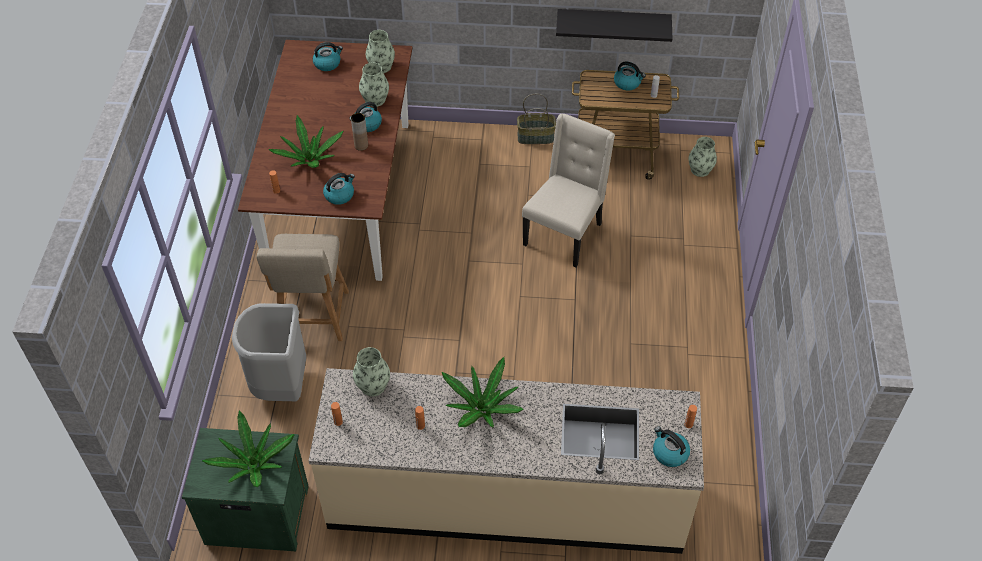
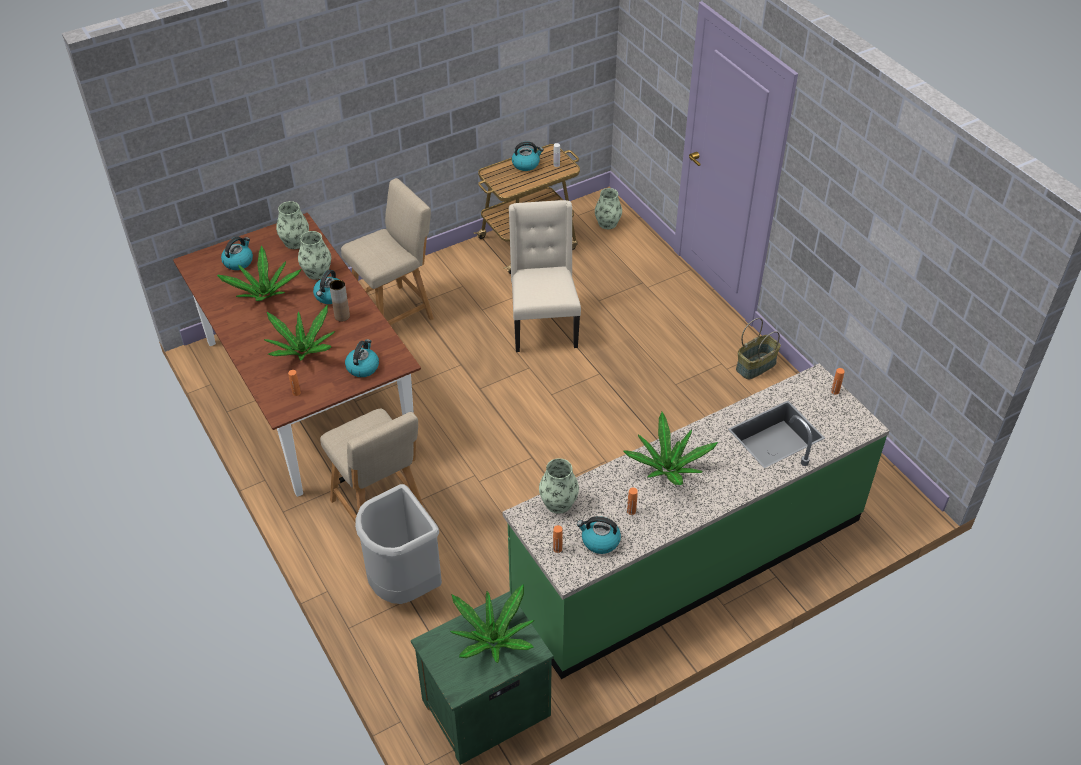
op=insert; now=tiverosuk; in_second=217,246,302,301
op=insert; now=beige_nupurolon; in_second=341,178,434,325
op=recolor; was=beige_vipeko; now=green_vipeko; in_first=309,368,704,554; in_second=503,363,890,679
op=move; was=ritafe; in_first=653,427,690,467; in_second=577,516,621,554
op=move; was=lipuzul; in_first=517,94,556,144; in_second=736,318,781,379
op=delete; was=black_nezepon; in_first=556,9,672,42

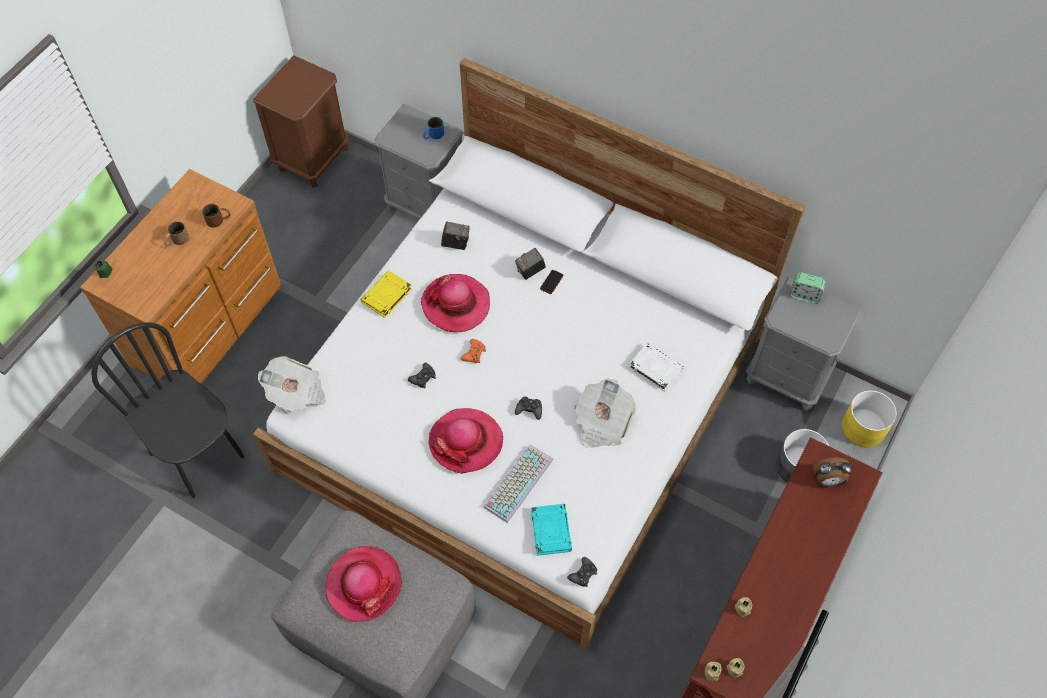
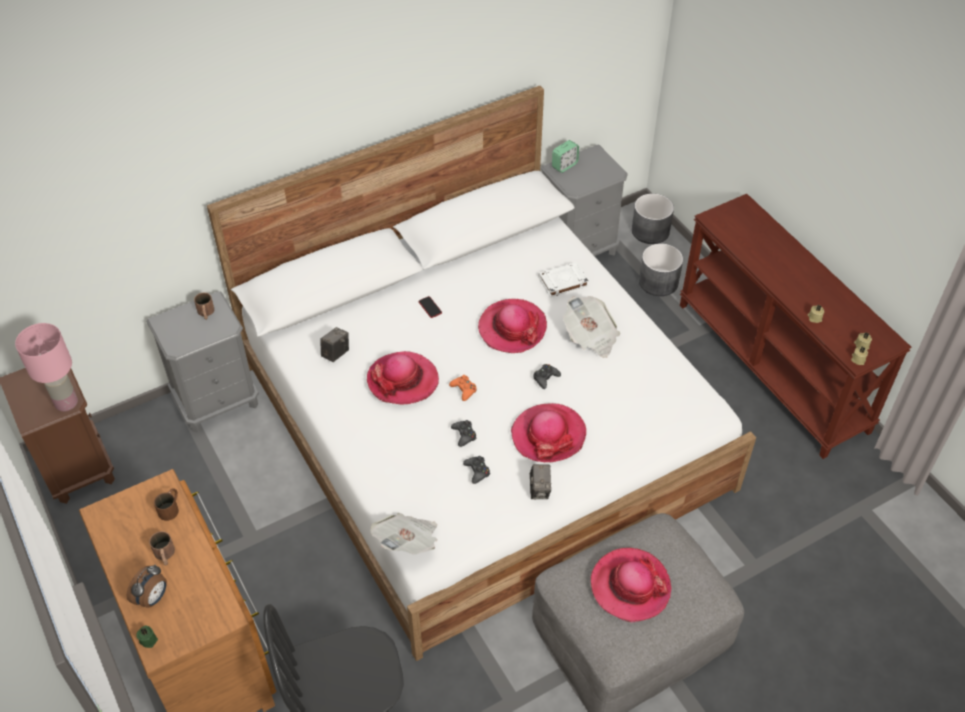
op=insert; now=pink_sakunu; in_second=15,323,78,411
op=move; was=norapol; in_first=813,457,852,487; in_second=127,565,167,608
op=recolor; was=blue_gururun; now=brown_gururun; in_first=423,117,444,139; in_second=194,293,214,320
op=move; was=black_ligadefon; in_first=567,557,597,587; in_second=463,456,490,484
op=insert; now=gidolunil; in_second=478,299,547,353
op=move; was=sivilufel; in_first=515,248,546,280; in_second=530,464,551,500
op=recolor; was=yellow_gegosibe; now=grey_gegosibe; in_first=842,390,897,448; in_second=632,193,674,244
op=delete; was=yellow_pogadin; in_first=361,270,412,318
op=delete; was=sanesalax; in_first=483,445,553,523
op=delete; was=turquoise_pogadin; in_first=531,504,572,556

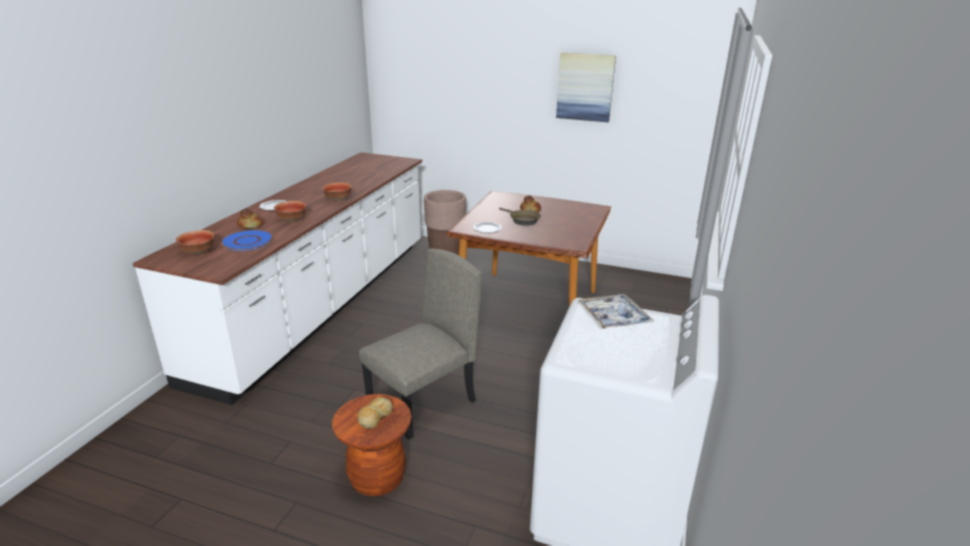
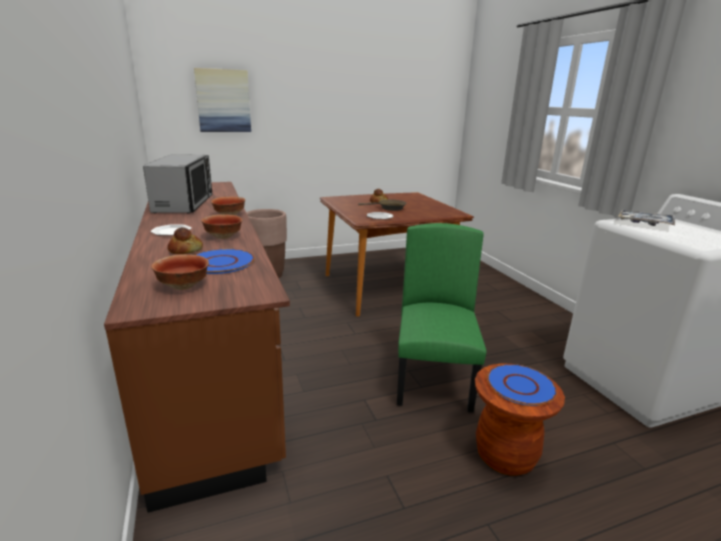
op=recolor; was=white_vipeko; now=brown_vipeko; in_first=133,152,422,405; in_second=104,182,290,513
op=insert; now=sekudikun; in_second=143,154,213,213
op=move; was=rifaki; in_first=556,53,616,122; in_second=194,68,251,132
op=recolor; was=beige_nupurolon; now=green_nupurolon; in_first=359,248,482,440; in_second=397,223,486,413
op=replace; was=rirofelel; now=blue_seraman; in_first=358,397,393,429; in_second=487,364,557,406

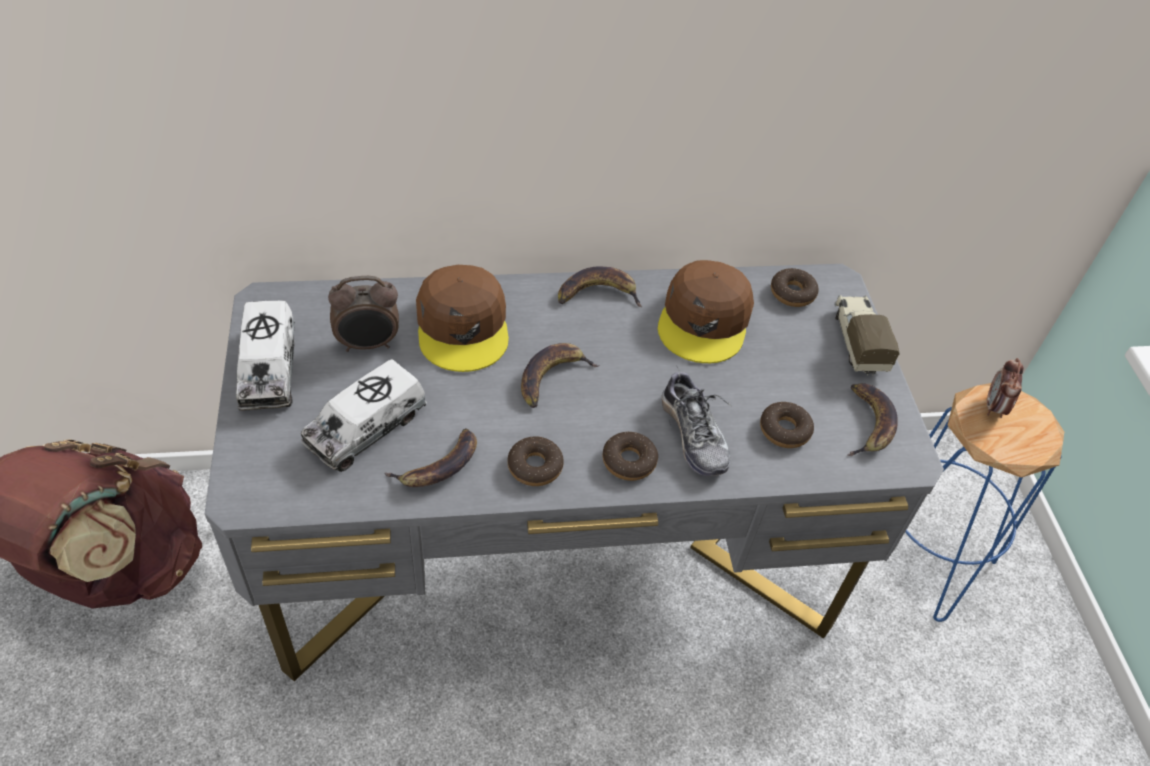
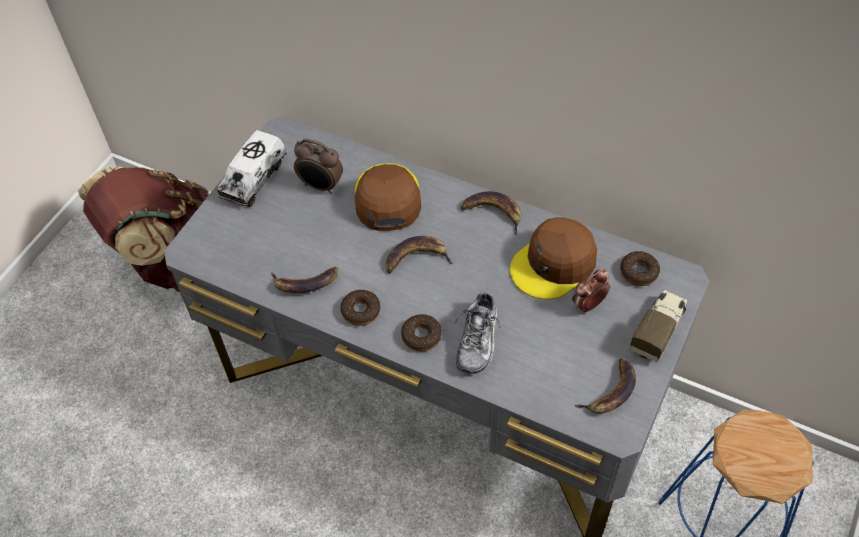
op=rotate; was=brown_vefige; in_first=416,265,509,372; in_second=355,163,421,231; clockwise=150
op=move; was=norapol; in_first=987,358,1024,418; in_second=572,269,610,314
op=delete; was=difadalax; in_first=301,359,427,472
op=delete; was=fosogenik; in_first=760,402,814,448

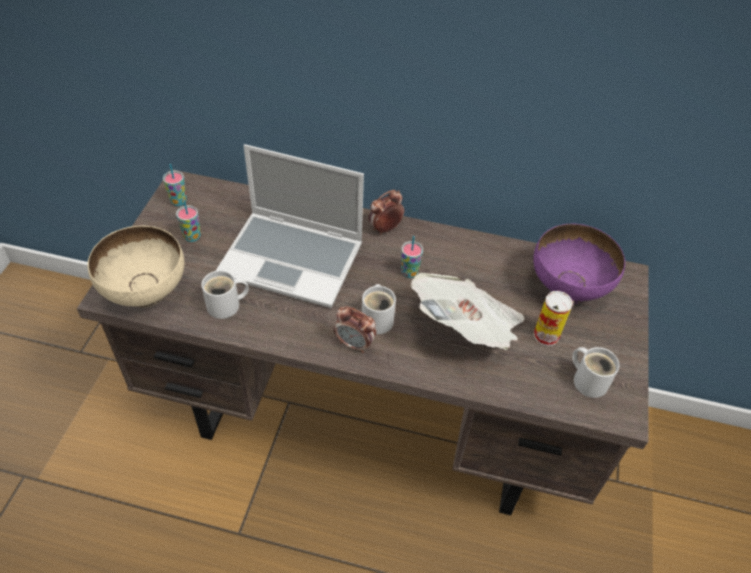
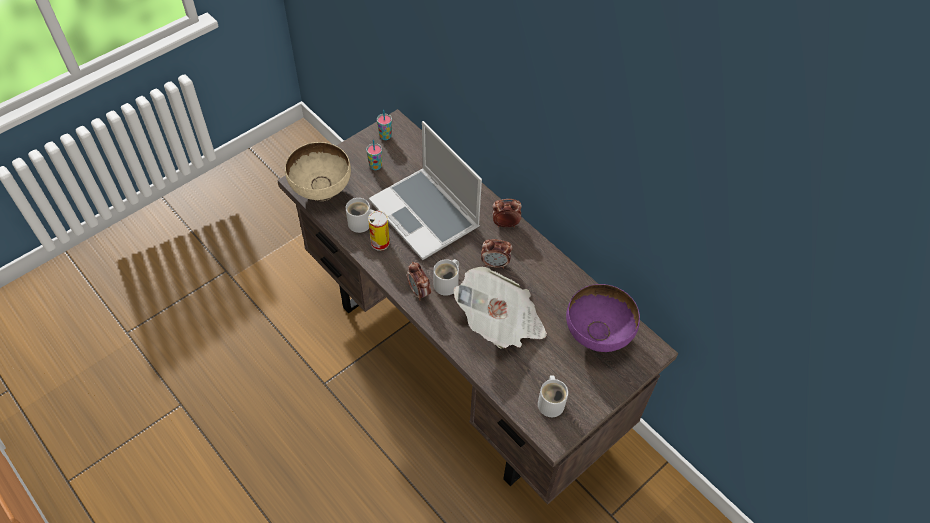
op=move; was=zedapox; in_first=533,291,573,346; in_second=368,210,390,251
op=replace; was=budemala; now=norapol; in_first=401,236,423,278; in_second=481,239,512,268

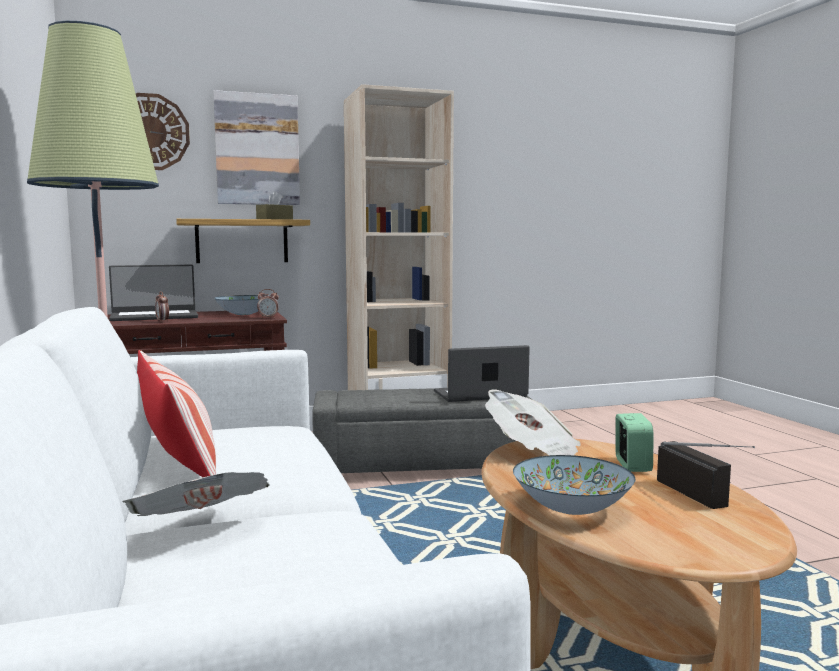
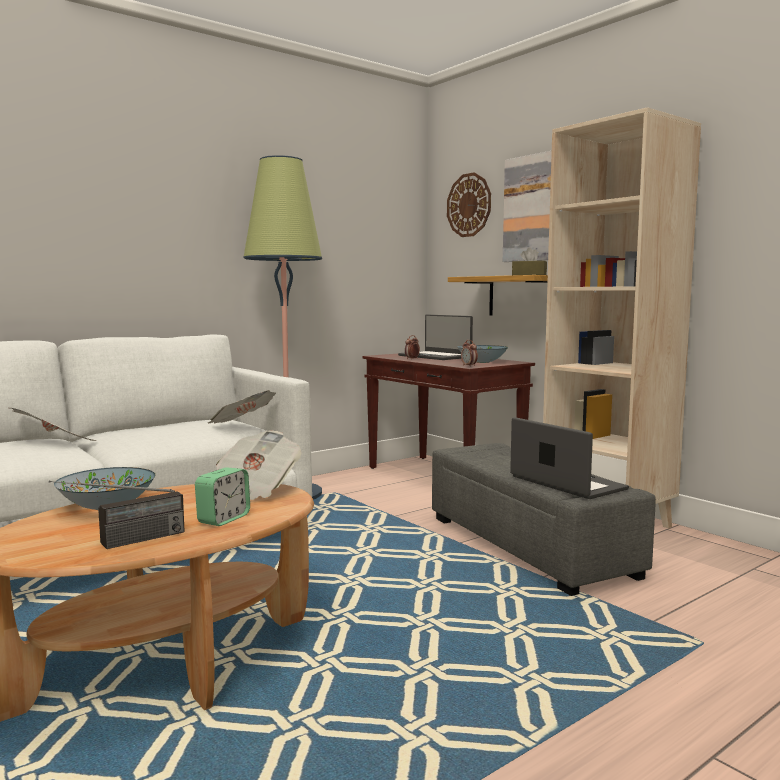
op=rotate; was=norapol; in_first=616,413,653,472; in_second=195,467,250,526; clockwise=-45
op=insert; now=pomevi; in_second=208,390,276,423
op=delete; was=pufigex; in_first=137,350,216,477

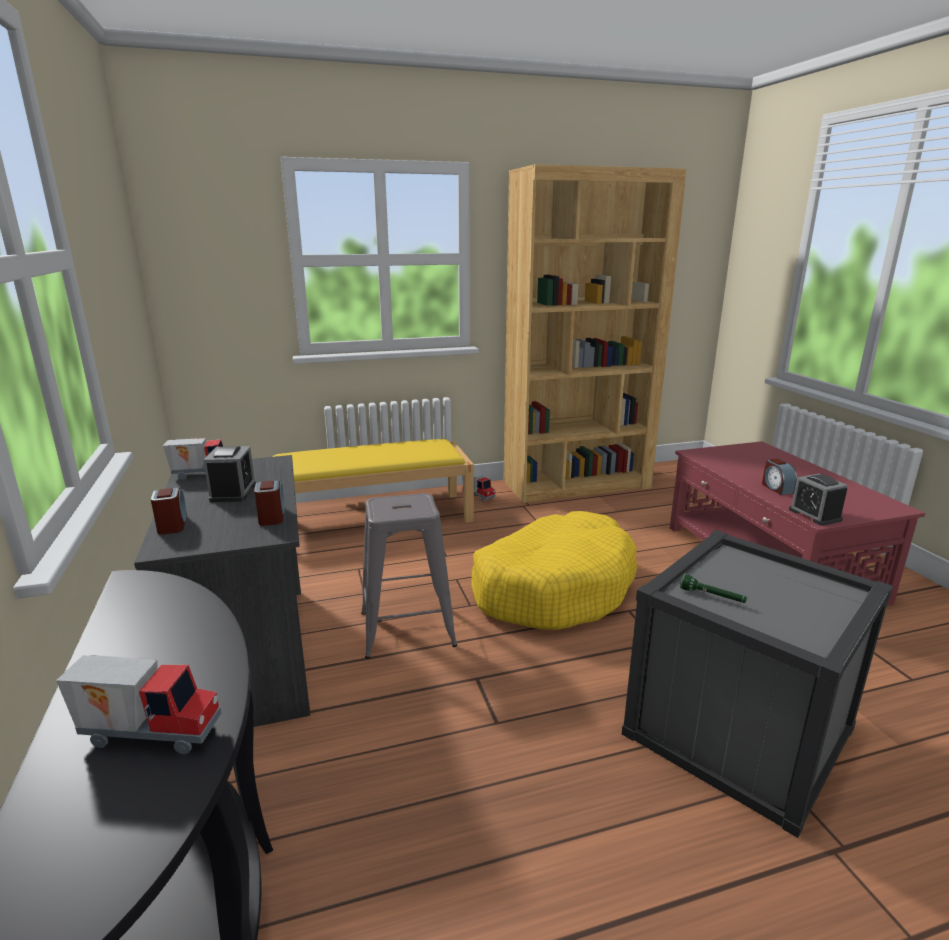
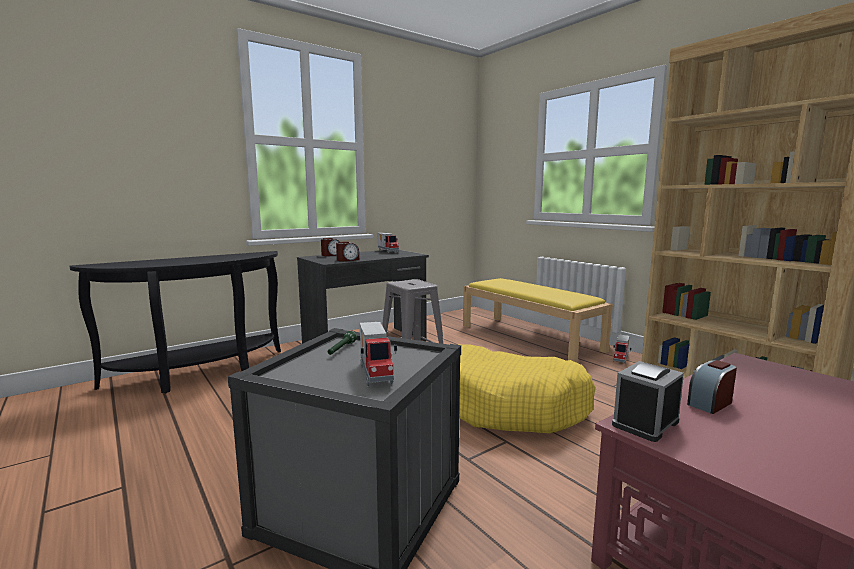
op=move; was=difadalax; in_first=56,655,222,754; in_second=360,322,397,386
op=delete; was=norapol; in_first=203,446,256,502

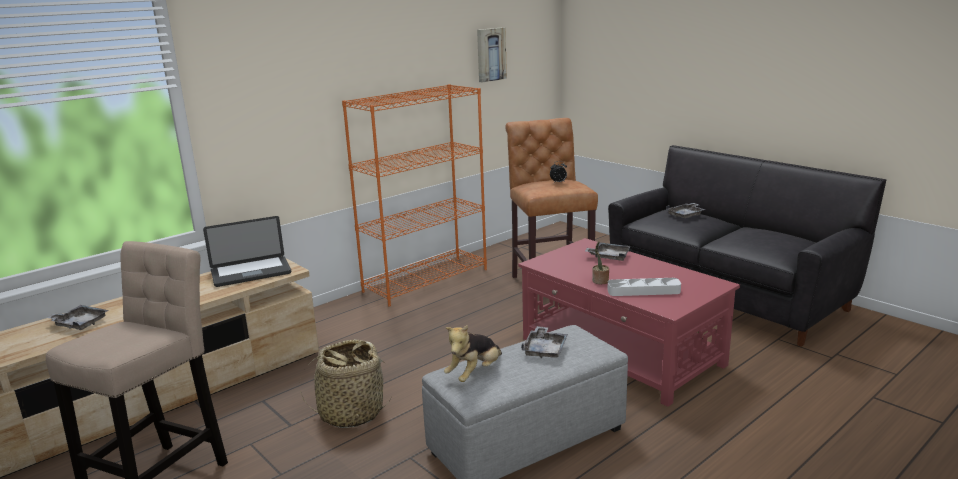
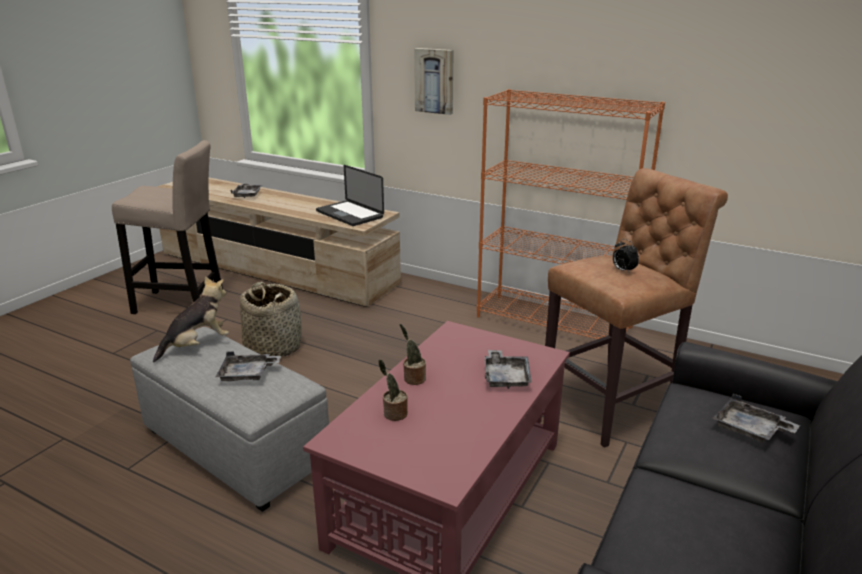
op=rotate; was=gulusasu; in_first=444,325,502,382; in_second=153,276,229,363; clockwise=120
op=replace; was=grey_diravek; now=tiverosuk; in_first=608,278,681,296; in_second=378,359,408,421
op=move; was=rifaki; in_first=477,27,507,82; in_second=414,48,454,115

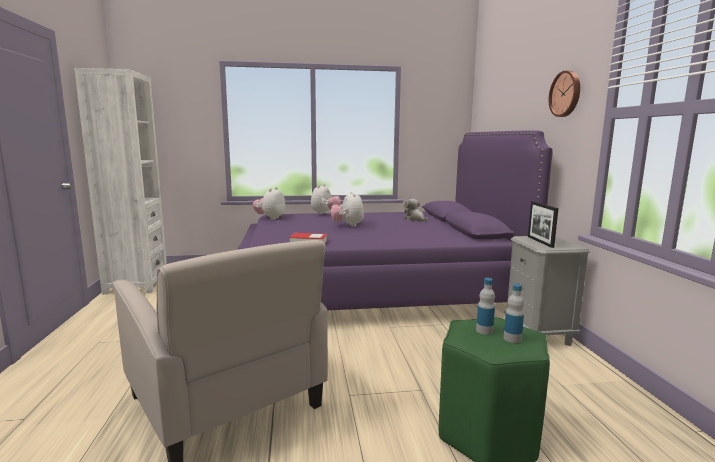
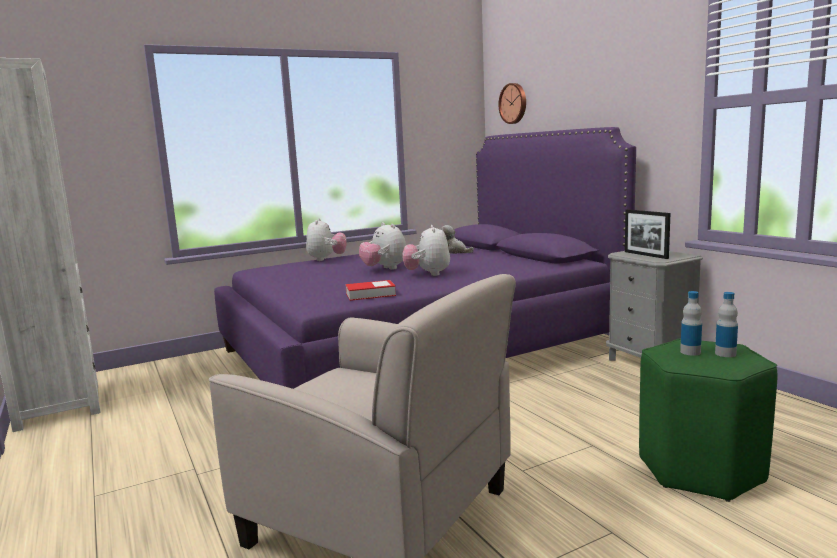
op=move; was=gulusasu; in_first=253,187,286,220; in_second=402,225,450,276
op=move; was=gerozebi; in_first=549,71,580,117; in_second=498,83,526,124

